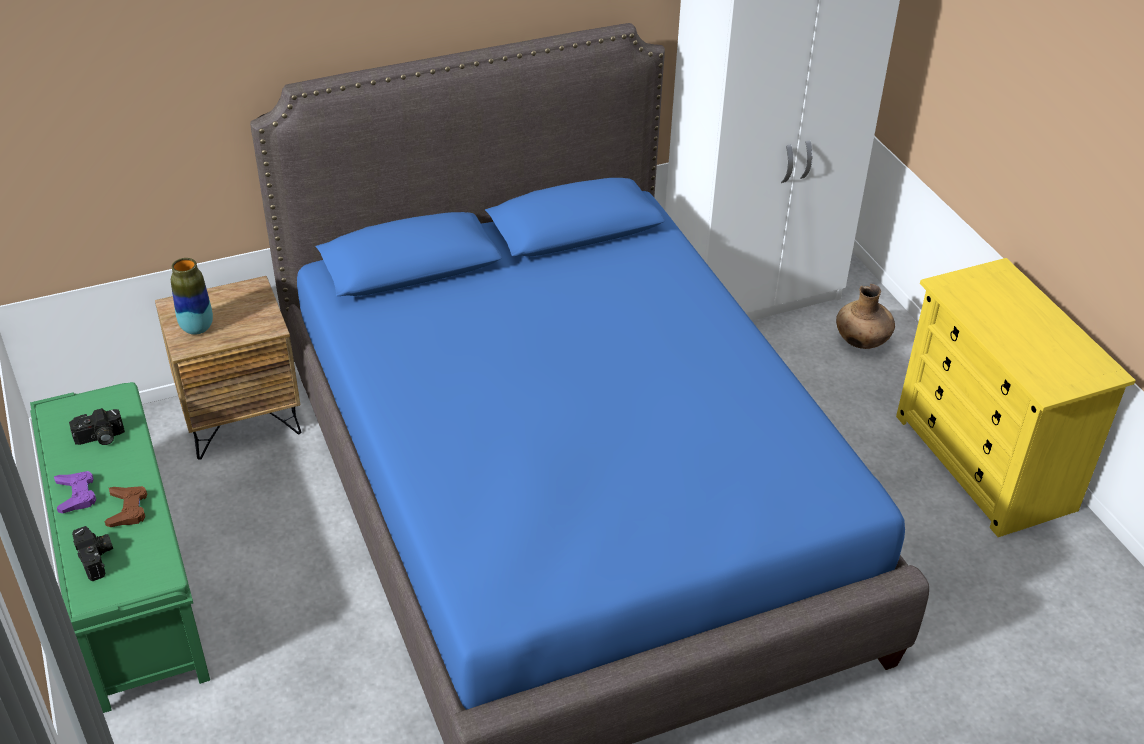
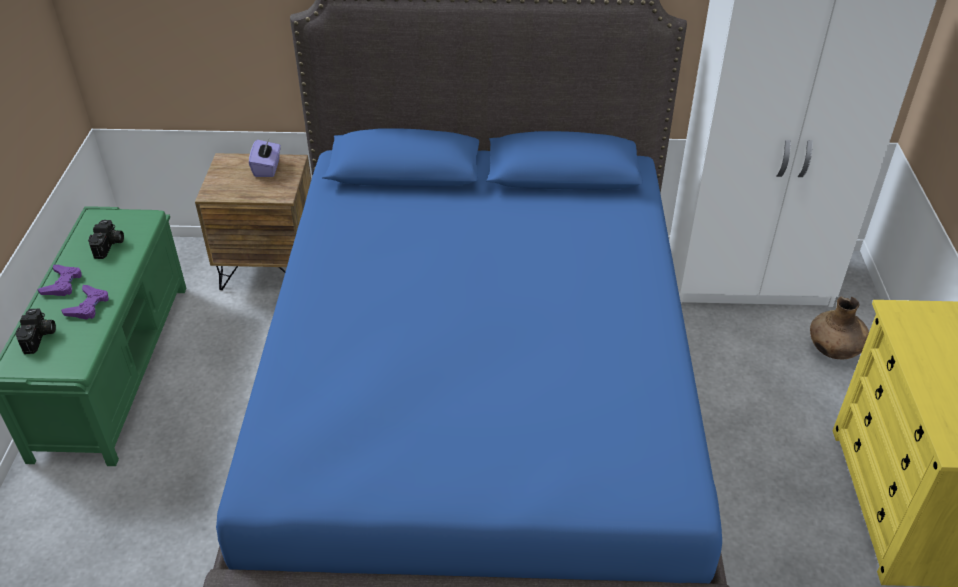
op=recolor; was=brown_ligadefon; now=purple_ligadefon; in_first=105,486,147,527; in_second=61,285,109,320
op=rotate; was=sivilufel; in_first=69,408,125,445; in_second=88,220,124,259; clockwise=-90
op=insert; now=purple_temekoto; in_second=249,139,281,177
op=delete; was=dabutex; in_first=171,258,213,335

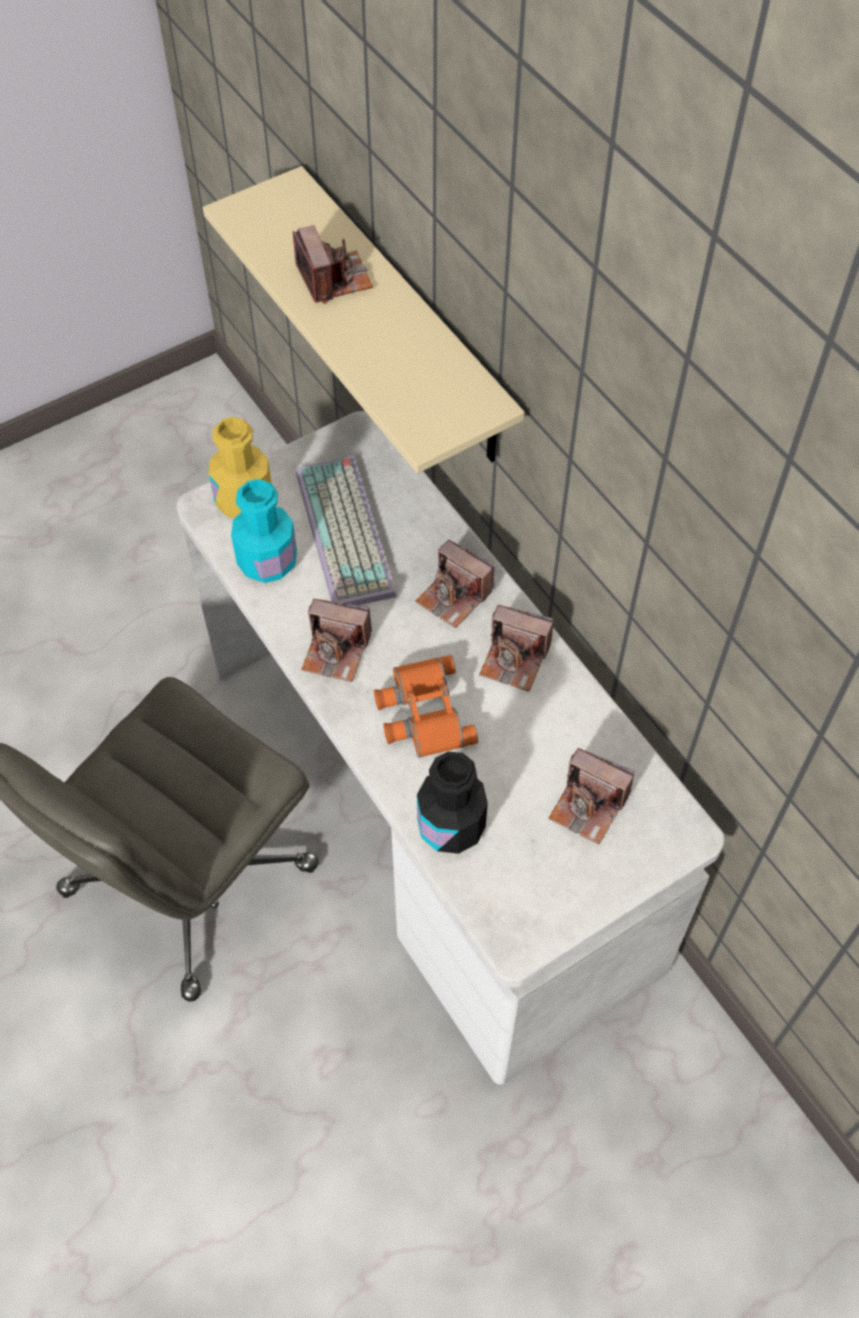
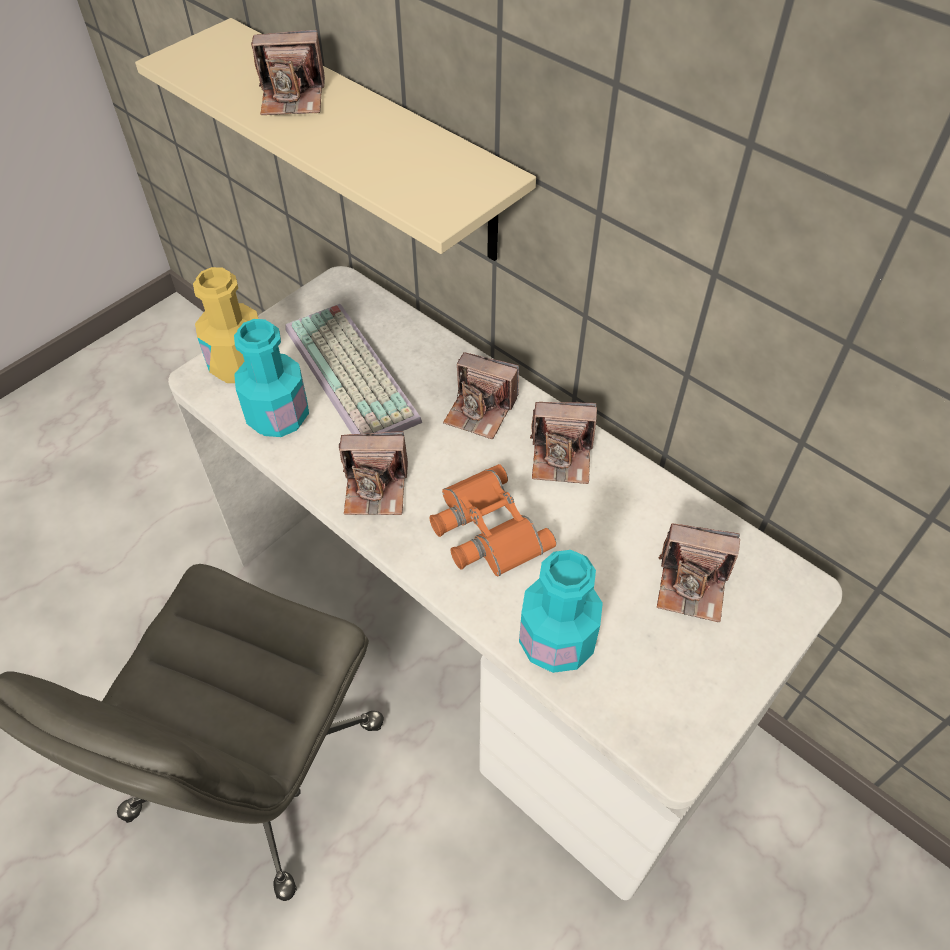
op=rotate; was=sivilufel; in_first=293,225,373,304; in_second=251,30,325,115; clockwise=120
op=recolor; was=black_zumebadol; now=turquoise_zumebadol; in_first=417,751,488,854; in_second=519,550,603,673

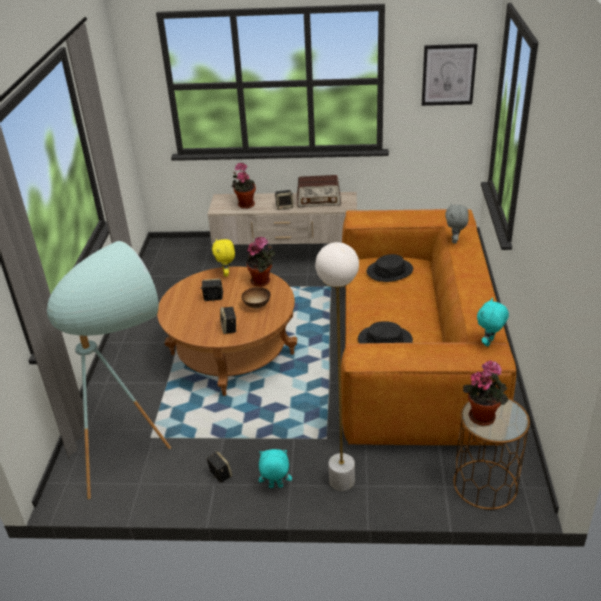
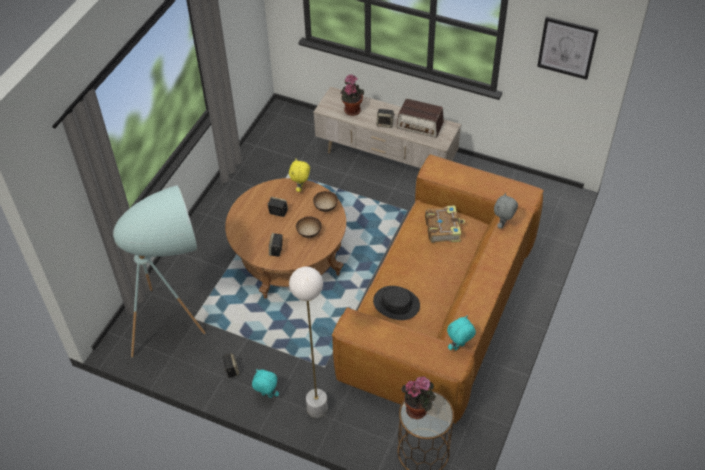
op=replace; was=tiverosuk; now=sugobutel; in_first=246,237,275,287; in_second=313,191,338,212
op=replace; was=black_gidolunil; now=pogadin; in_first=367,254,413,282; in_second=425,205,465,243

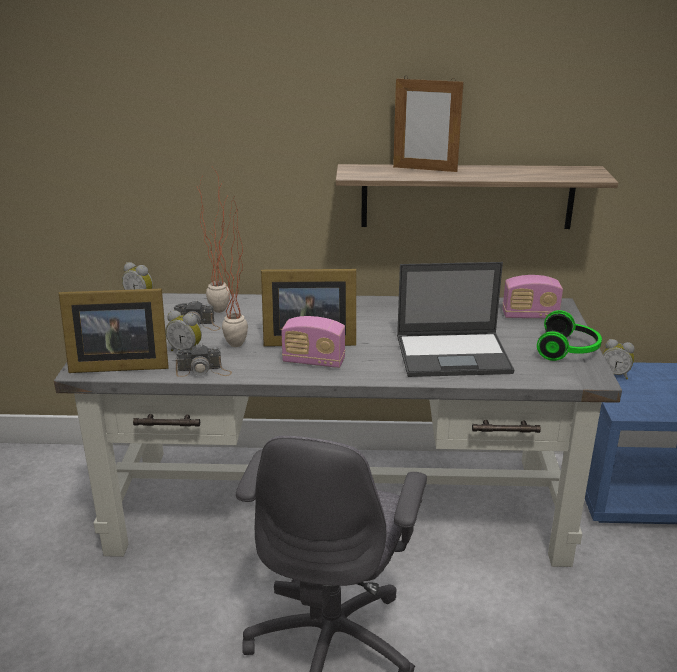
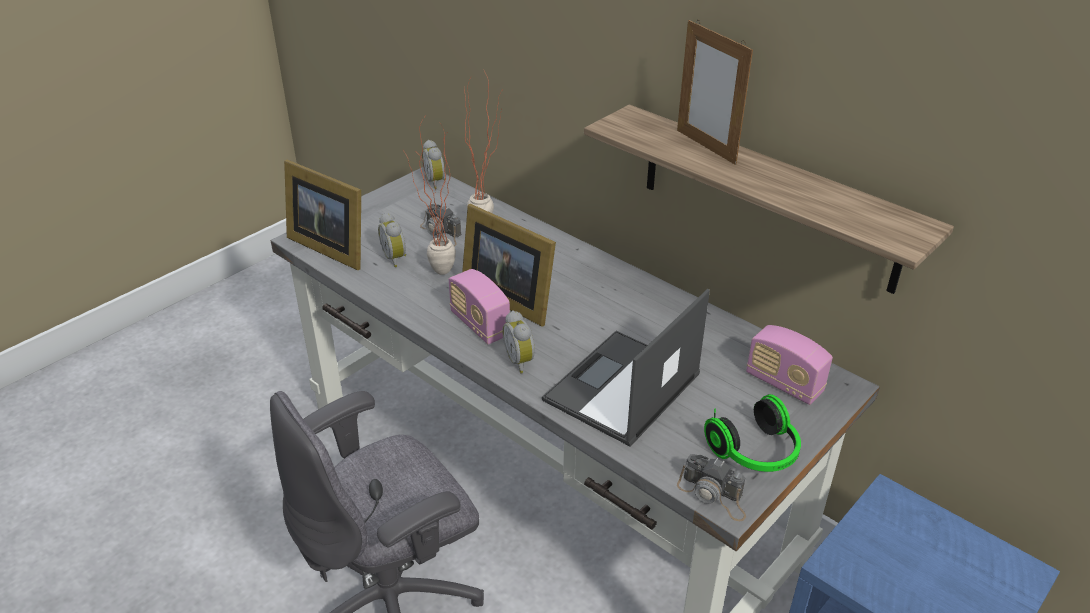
op=move; was=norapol; in_first=603,339,635,379; in_second=502,310,535,373
op=rotate; was=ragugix; in_first=397,262,514,377; in_second=542,289,710,447; clockwise=90
op=move; was=sivilufel; in_first=176,343,232,377; in_second=677,454,746,521

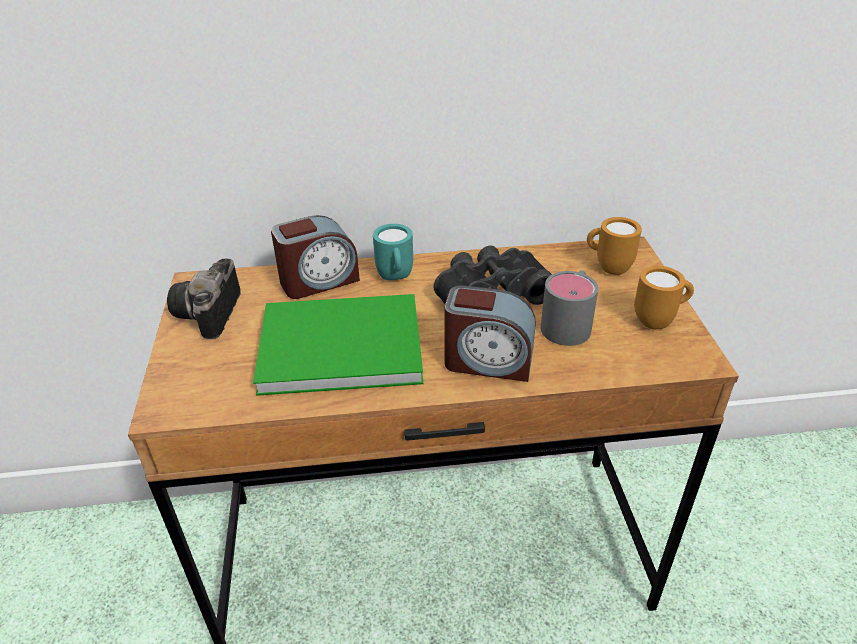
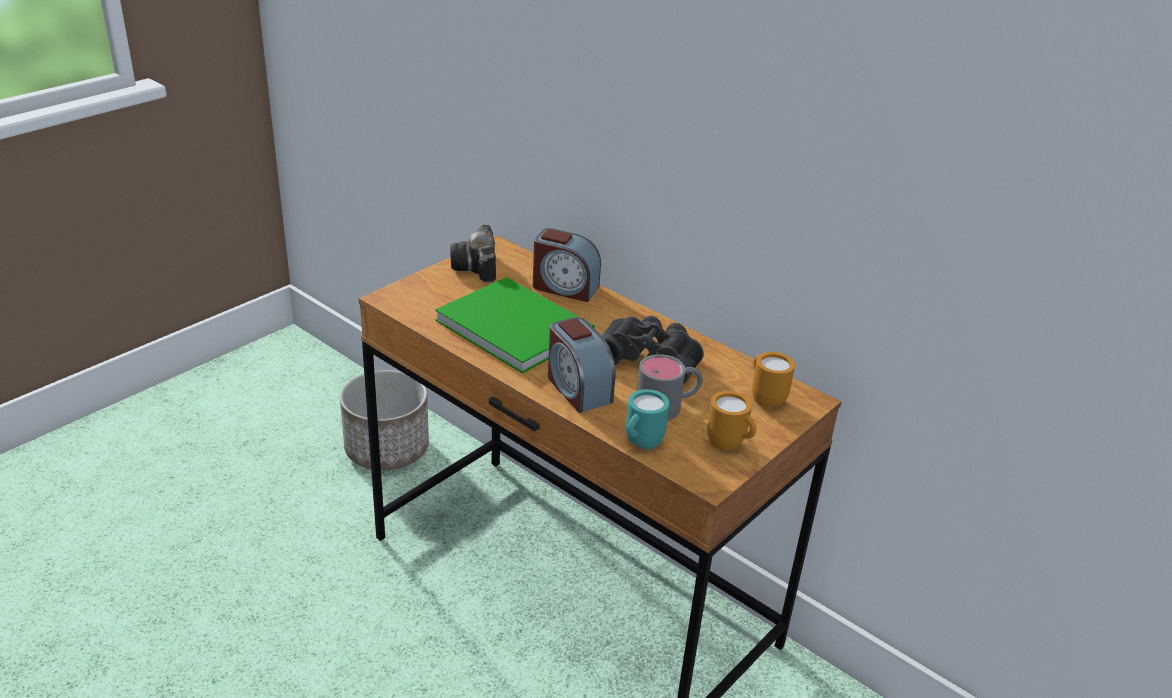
op=insert; now=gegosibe; in_second=340,370,429,470
op=rotate; was=sivilufel; in_first=167,259,241,339; in_second=450,225,496,283; clockwise=-60
op=move; was=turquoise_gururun; in_first=373,224,413,280; in_second=626,389,669,449

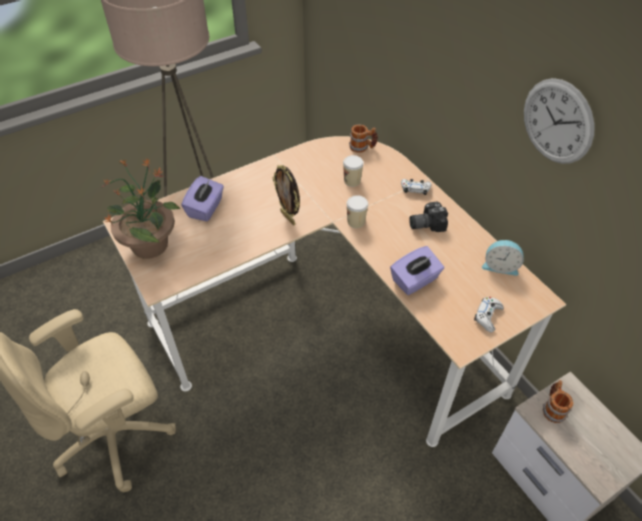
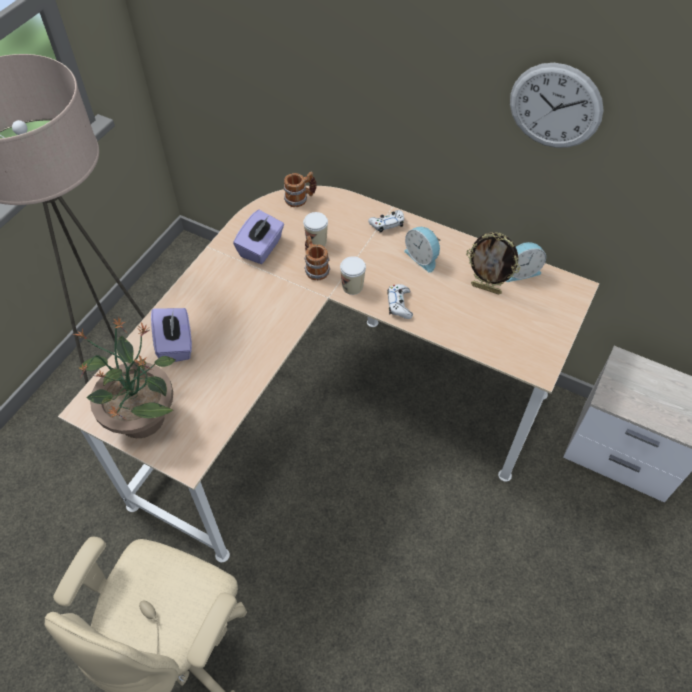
op=move; was=purple_temekoto; in_first=390,246,444,295; in_second=233,210,284,264
op=move; was=gururun; in_first=543,380,573,423; in_second=304,235,330,281
op=move; was=white_ligadefon; in_first=474,297,504,332; in_second=388,284,413,319
op=replace; was=sivilufel; now=norapol; in_first=409,201,448,232; in_second=404,227,440,273
op=move; was=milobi; in_first=272,165,300,225; in_second=466,232,520,295

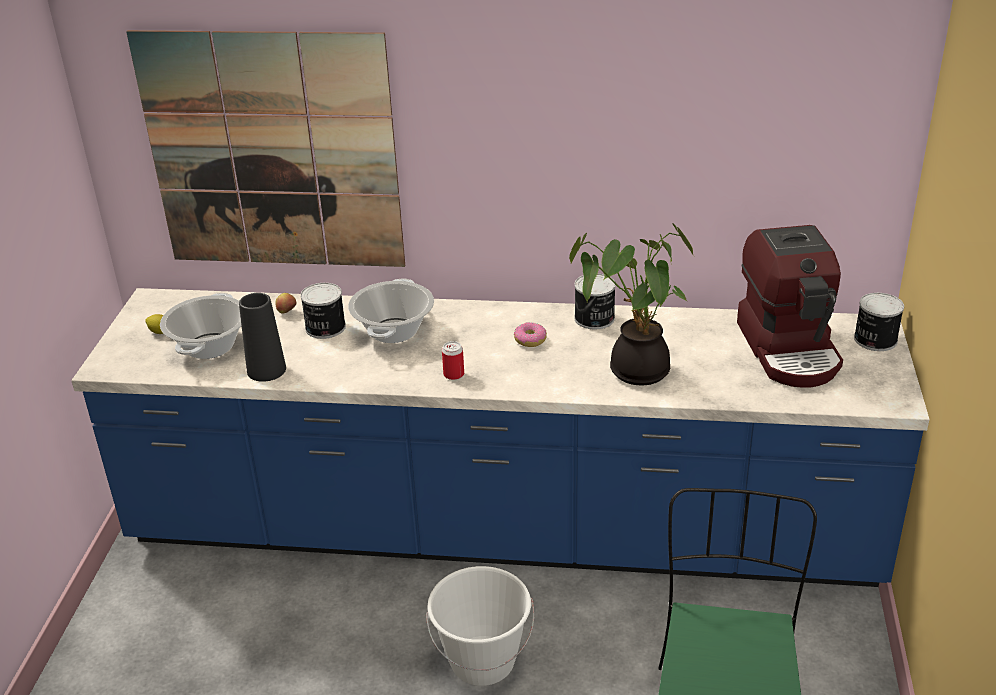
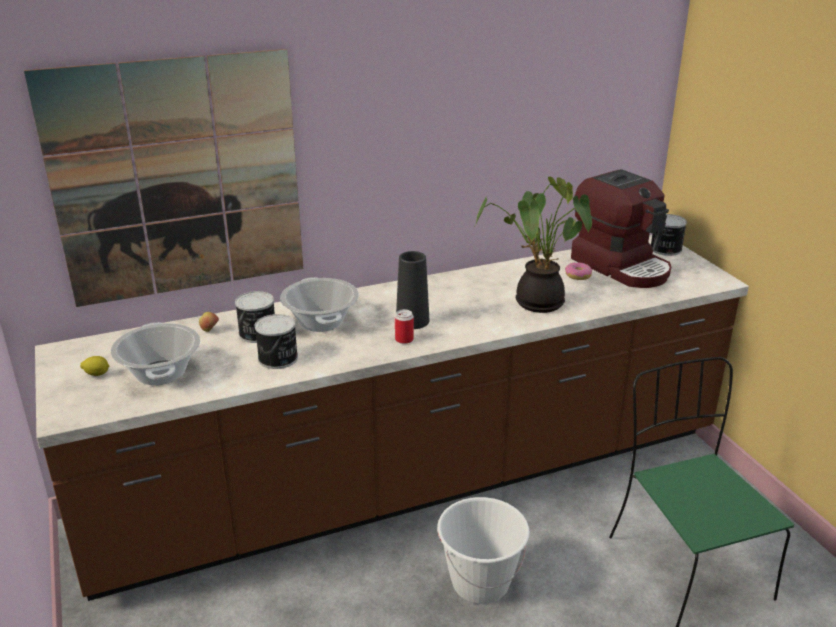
op=recolor; was=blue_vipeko; now=brown_vipeko; in_first=71,288,929,587; in_second=35,235,749,601
op=move; was=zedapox; in_first=574,273,616,329; in_second=255,314,298,369
op=move; was=black_dabutex; in_first=239,293,286,382; in_second=396,251,430,329
op=move; was=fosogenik; in_first=514,322,547,347; in_second=565,262,592,280

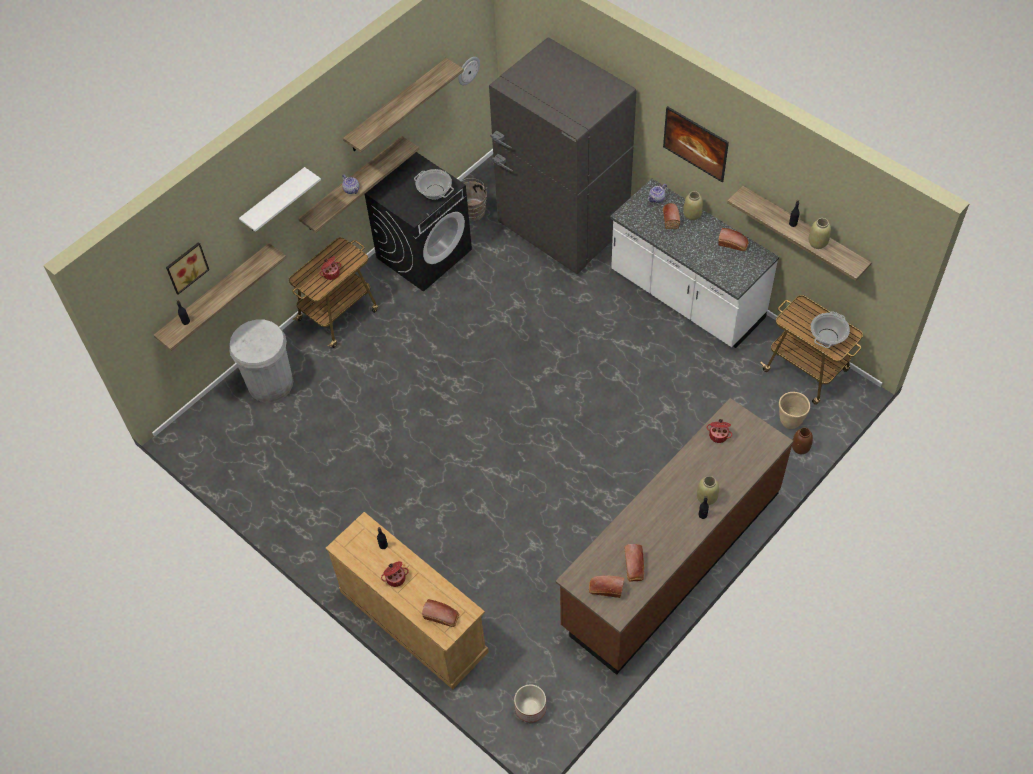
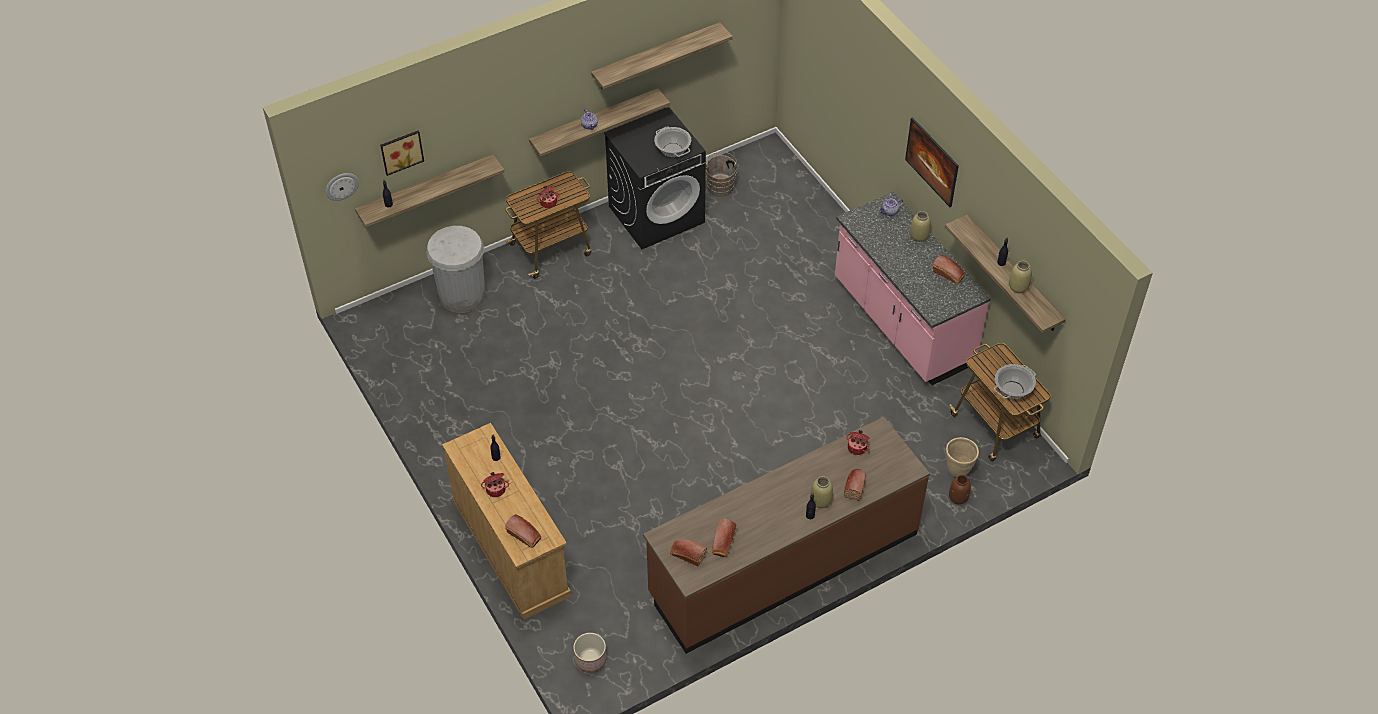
op=move; was=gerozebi; in_first=458,57,480,85; in_second=326,173,359,201
op=recolor; was=white_vipeko; now=pink_vipeko; in_first=610,179,779,348; in_second=835,192,991,385
op=move; was=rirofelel; in_first=663,203,680,229; in_second=844,469,866,501
op=delete; was=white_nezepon; in_first=239,167,321,232
op=delete; was=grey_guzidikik; in_first=489,38,636,274

